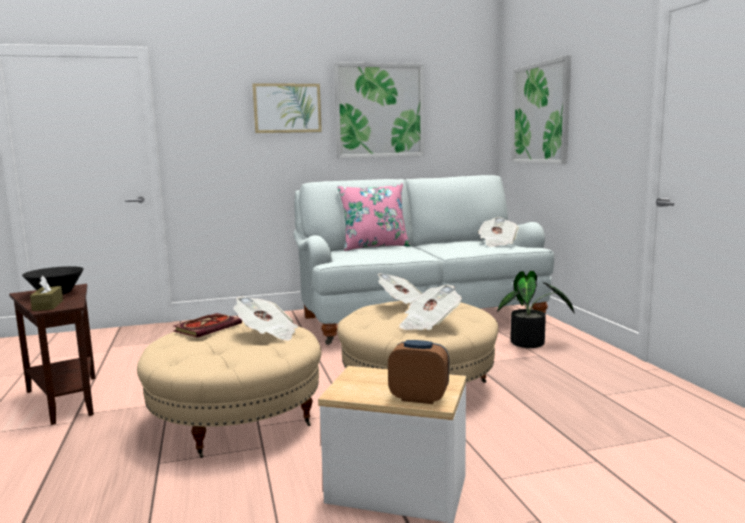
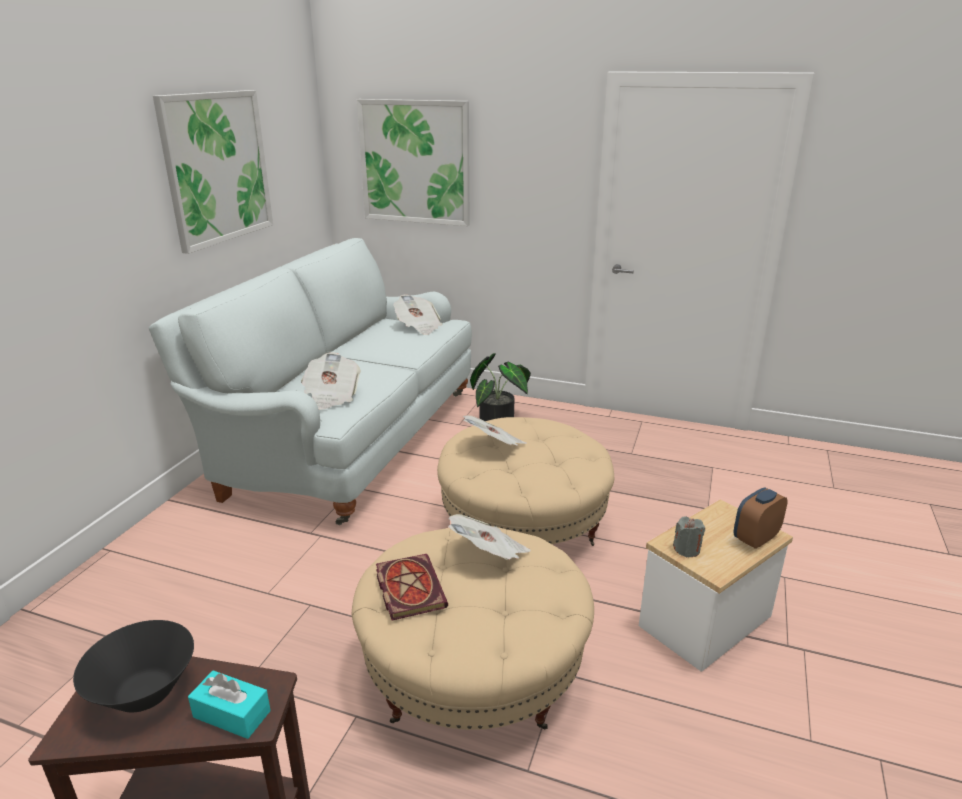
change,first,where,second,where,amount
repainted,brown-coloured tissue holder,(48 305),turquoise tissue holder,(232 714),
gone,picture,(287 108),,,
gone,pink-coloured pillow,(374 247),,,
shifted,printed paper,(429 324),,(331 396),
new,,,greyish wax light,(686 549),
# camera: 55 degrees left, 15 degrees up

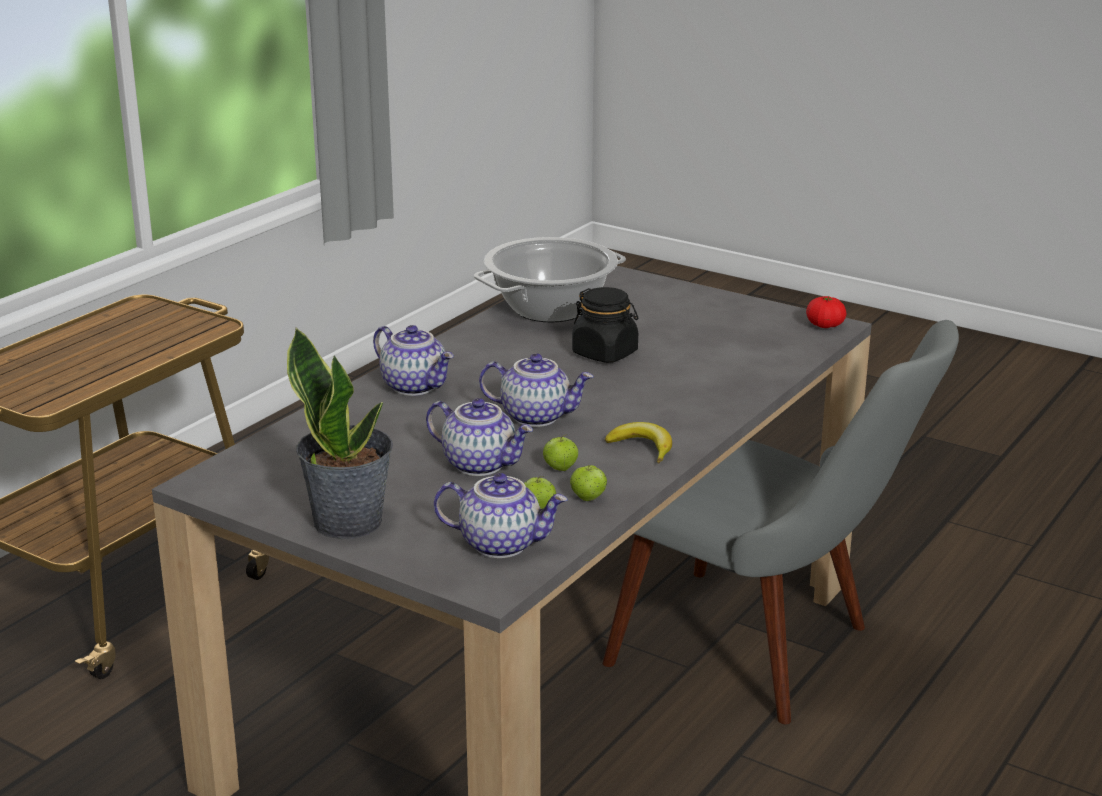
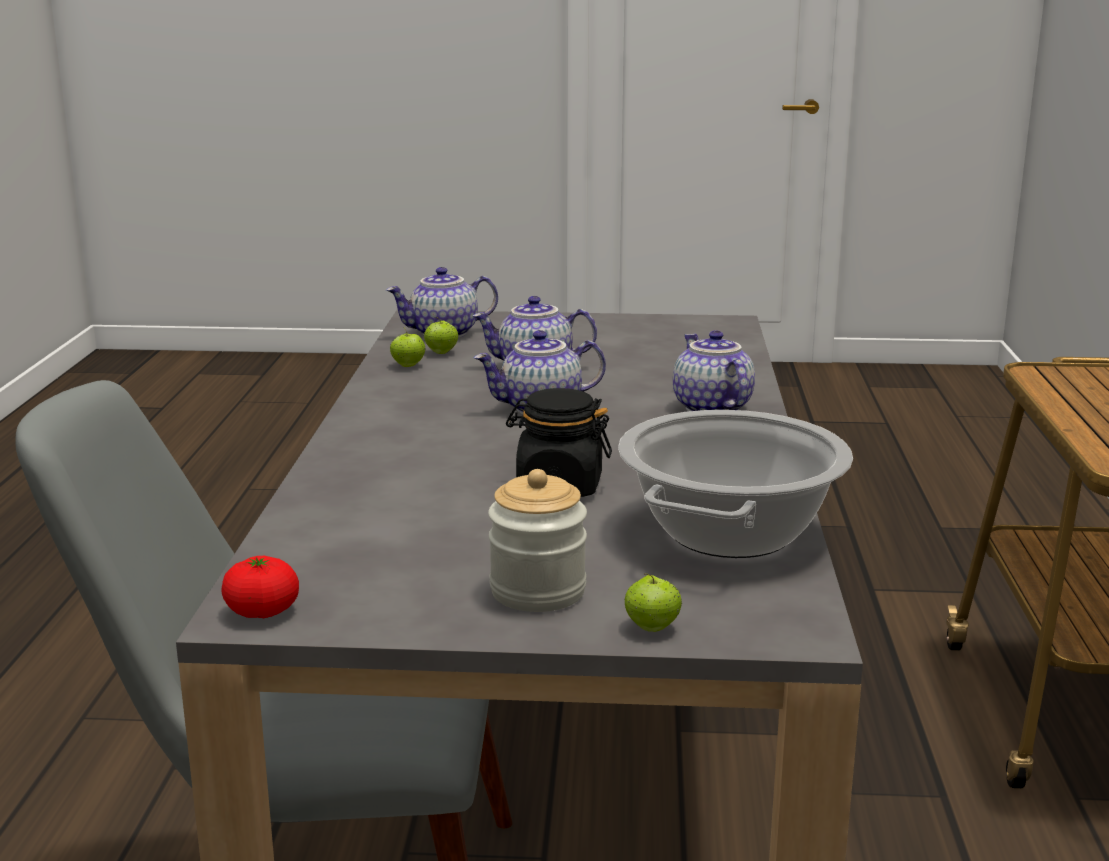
change,first,where,second,where,amount
gone,houseplant,(349 521),,,
rotated,tea pot,(416 386),,(710 408),60 degrees clockwise
shifted,whole apple,(560 468),,(652 628),
gone,banana,(642 448),,,
new,,,storage jar,(538 591),
# camera: 150 degrees right, 5 degrees down

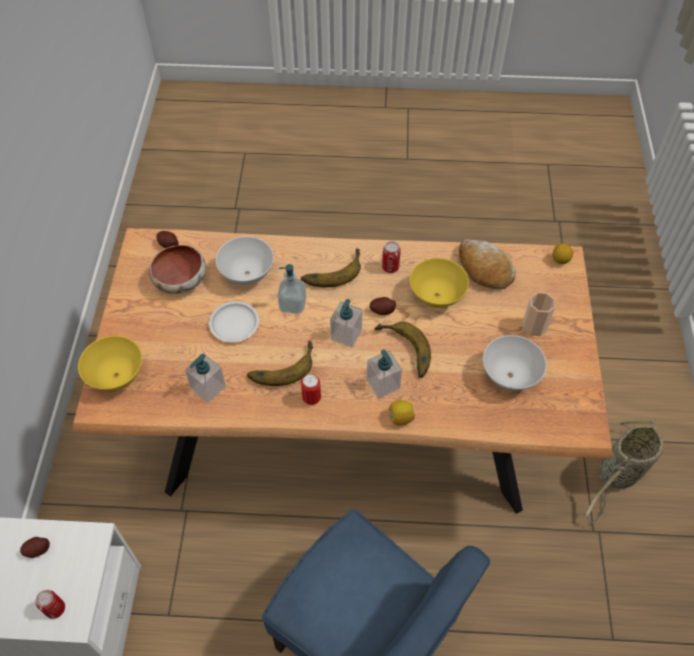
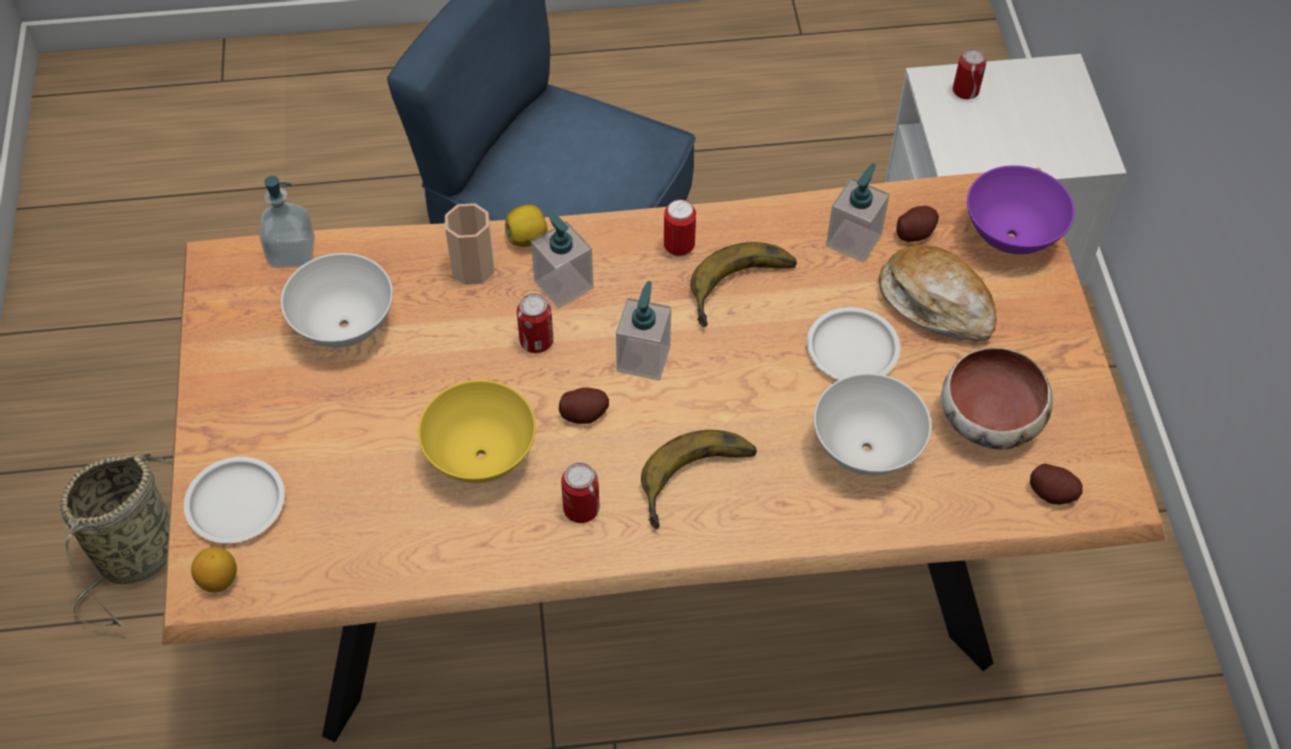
change,first,where,second,where,amount
shifted,potato,(37 550),,(915 232),
repainted,yellow bowl,(116 376),purple bowl,(1012 237),
shifted,liquid soap bottle,(292 304),,(292 253),
swapped,banana,(402 352),can,(536 341),
shifted,bakery bread,(484 269),,(936 303),
shifted,drinking cup,(534 326),,(473 268),
new,,,white plate,(236 505),
# camera: 170 degrees right, 0 degrees up

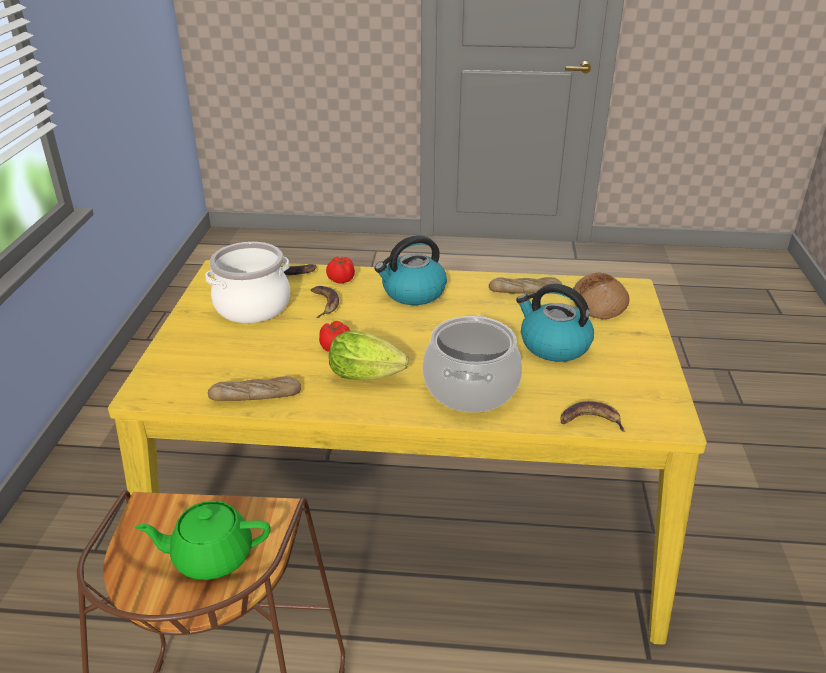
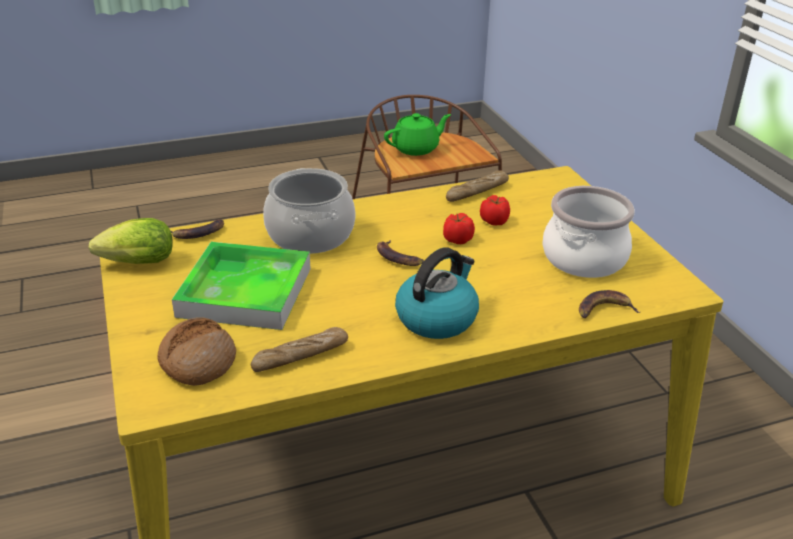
change,first,where,second,where,amount
shifted,banana,(324 303),,(398 257),
shifted,tomato,(340 280),,(495 221),
shifted,head of lettuce,(370 376),,(134 263),
swapped,water kettle,(553 345),serving tray,(245 292),
# camera: 155 degrees right, 0 degrees up

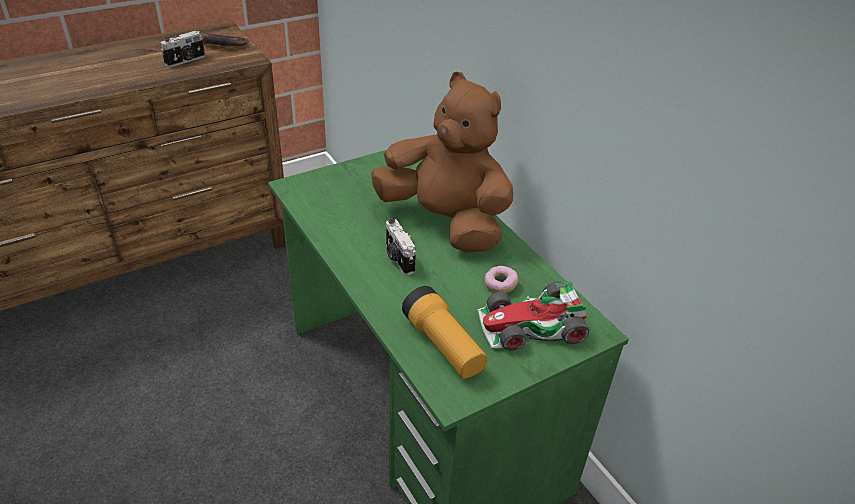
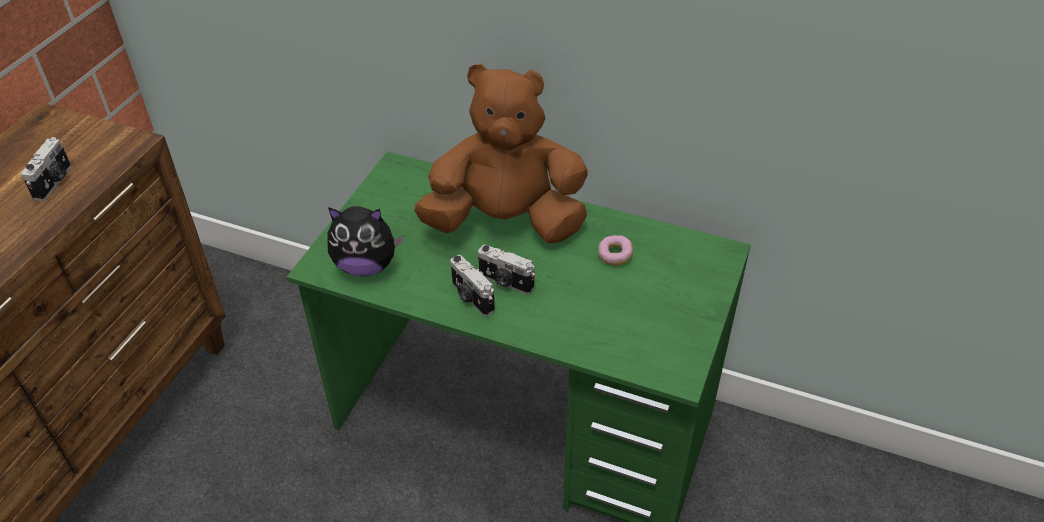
change,first,where,second,where,amount
gone,banana,(221 44),,,
gone,hand torch,(443 345),,,
gone,miniature car,(531 326),,,
new,,,soft toy,(366 266),
new,,,photo camera,(471 298),
# camera: 35 degrees left, 5 degrees up

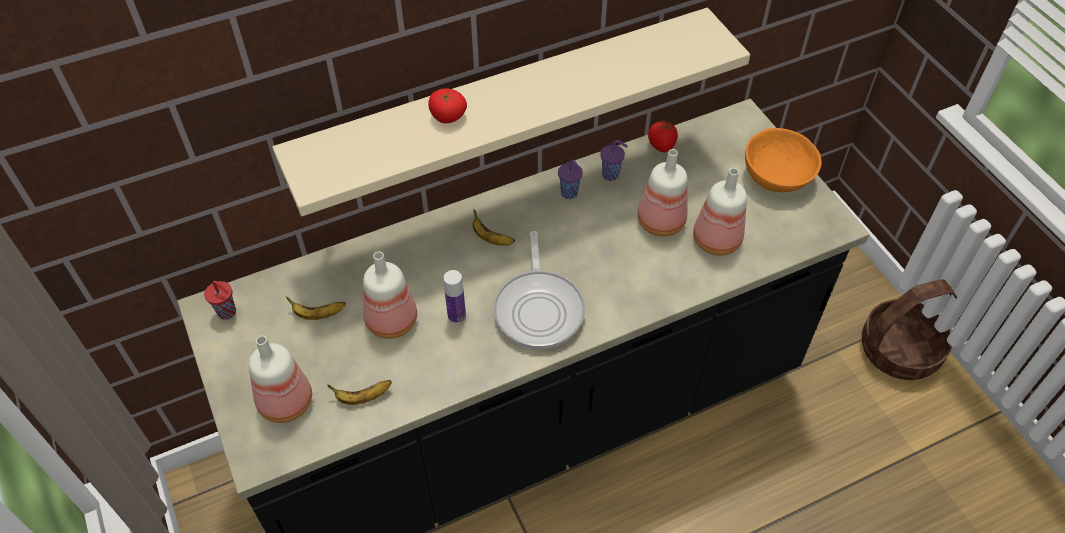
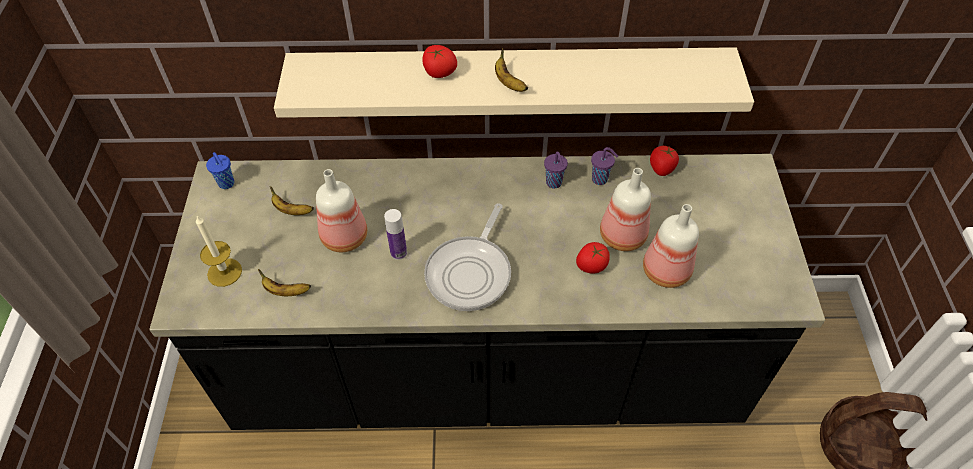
change,first,where,second,where,amount
repainted,red-coloured drinking cup,(228 313),blue drinking cup,(227 184),
swapped,drink bottle,(284 403),wax light,(224 272),
shifted,banana,(490 238),,(508 83),
gone,orange-coloured bowl,(775 176),,,
new,,,tomato,(591 266),
# camera: 25 degrees right, 0 degrees up

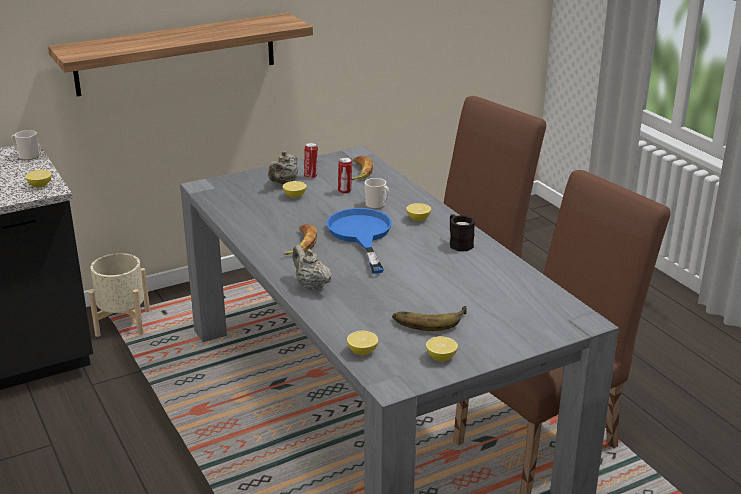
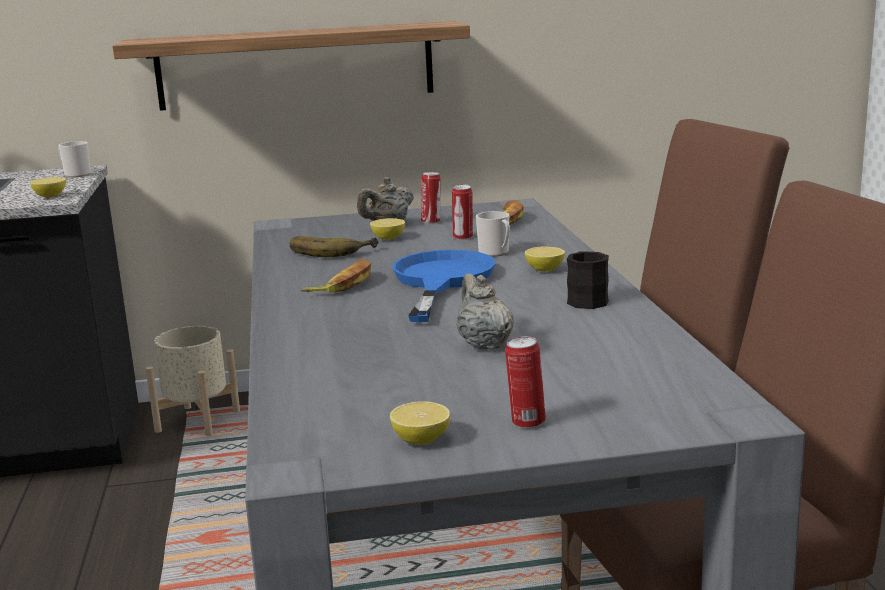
change,first,where,second,where,amount
shifted,beige-coloured tea pot,(311 286),,(484 344),
gone,whole lemon,(362 351),,,
shifted,banana,(429 319),,(331 250),
new,,,can,(526 422),
# camera: 20 degrees right, 10 degrees down

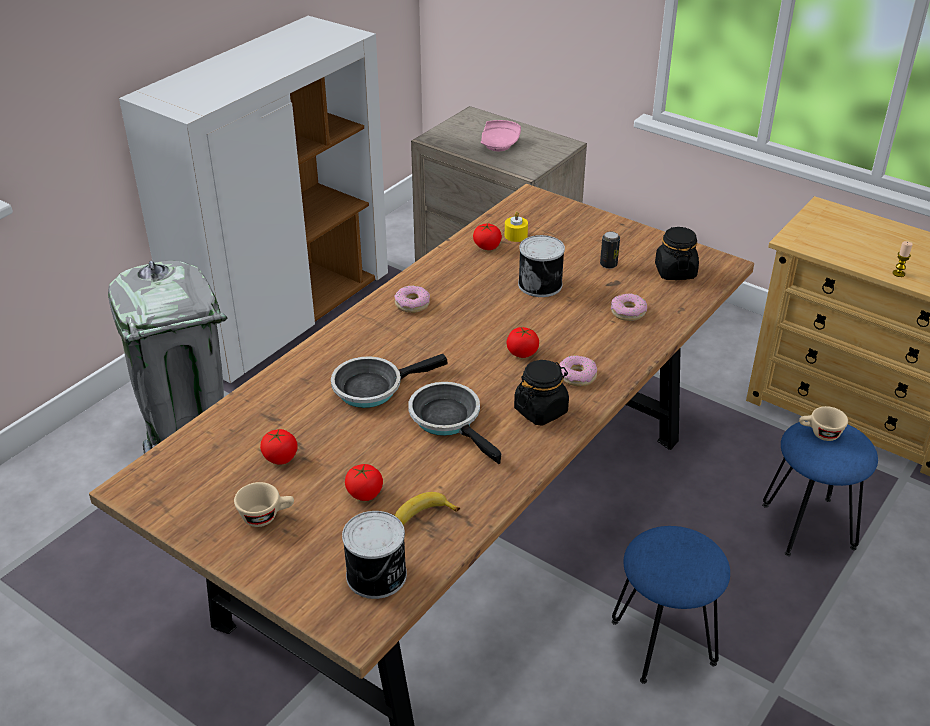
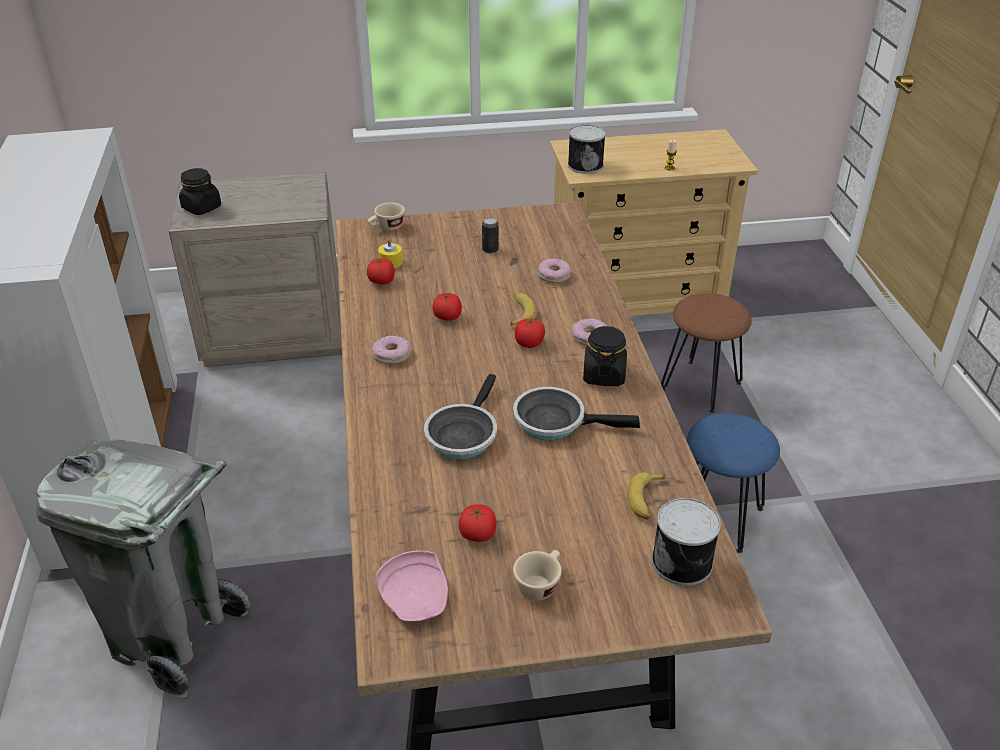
change,first,where,second,where,amount
shifted,tomato,(364 493),,(447 317),
shifted,pink-coloured plate,(500 144),,(416 598),
shifted,can,(541 284),,(585 165),
shifted,black-coloured storage jar,(675 271),,(201 207),
repainted,blue stool,(808 526),brown-coloured stool,(701 386),
shifted,beige-coloured drinking cup,(820 434),,(387 228),
new,,,banana,(520 313),
# camera: 45 degrees left, 0 degrees up

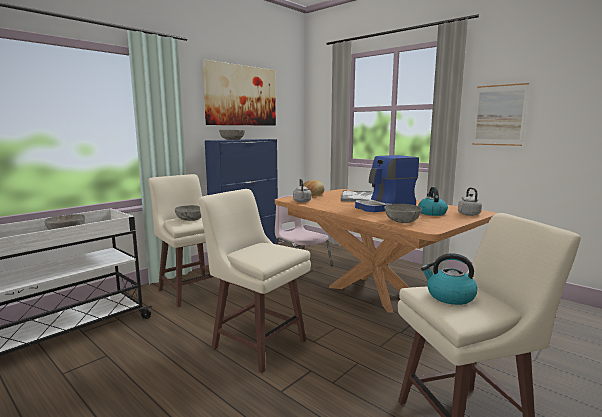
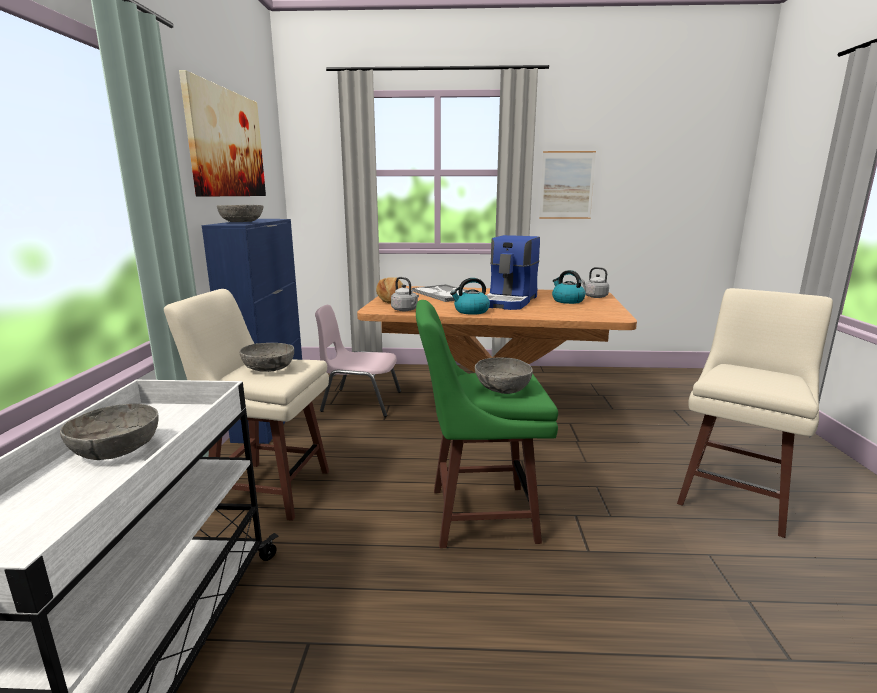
change,first,where,second,where,amount
repainted,beige-coloured stool,(257 343),green-coloured stool,(478 514),
shifted,greyish bowl,(402 221),,(502 388),
shifted,water kettle,(449 296),,(471 311),
# camera: 40 degrees left, 5 degrees up

